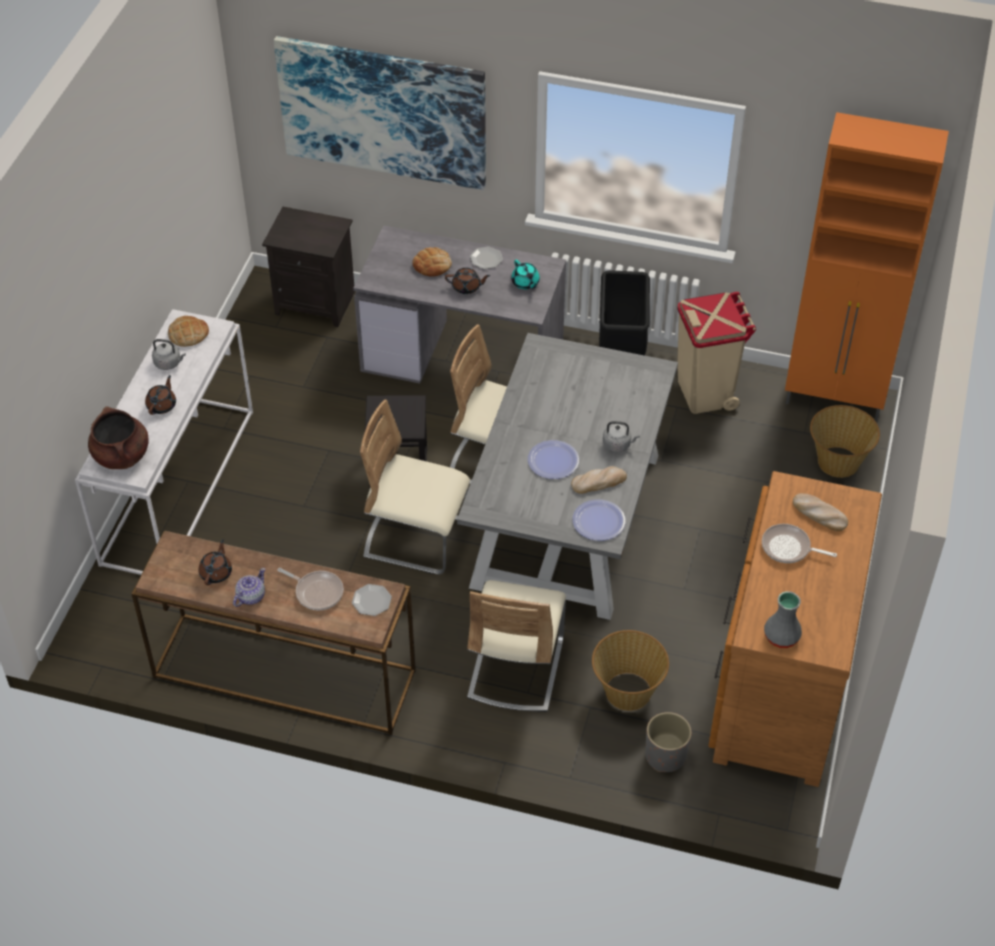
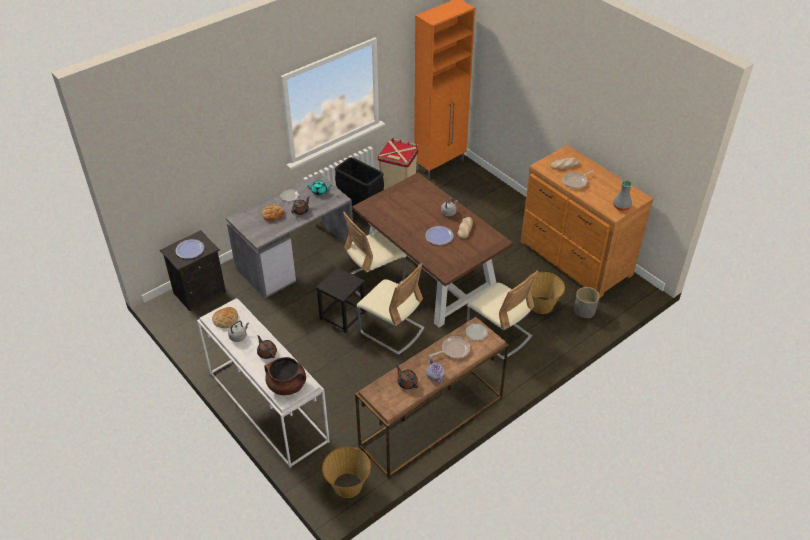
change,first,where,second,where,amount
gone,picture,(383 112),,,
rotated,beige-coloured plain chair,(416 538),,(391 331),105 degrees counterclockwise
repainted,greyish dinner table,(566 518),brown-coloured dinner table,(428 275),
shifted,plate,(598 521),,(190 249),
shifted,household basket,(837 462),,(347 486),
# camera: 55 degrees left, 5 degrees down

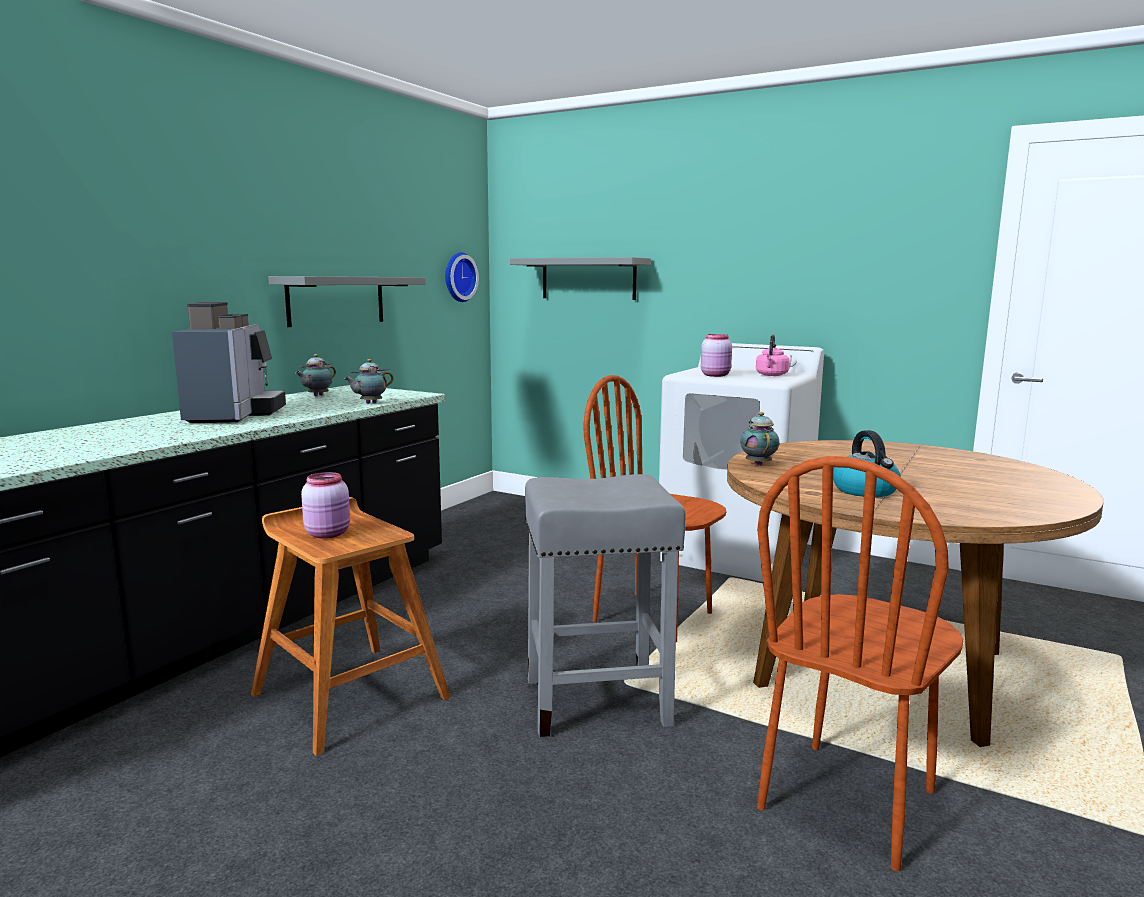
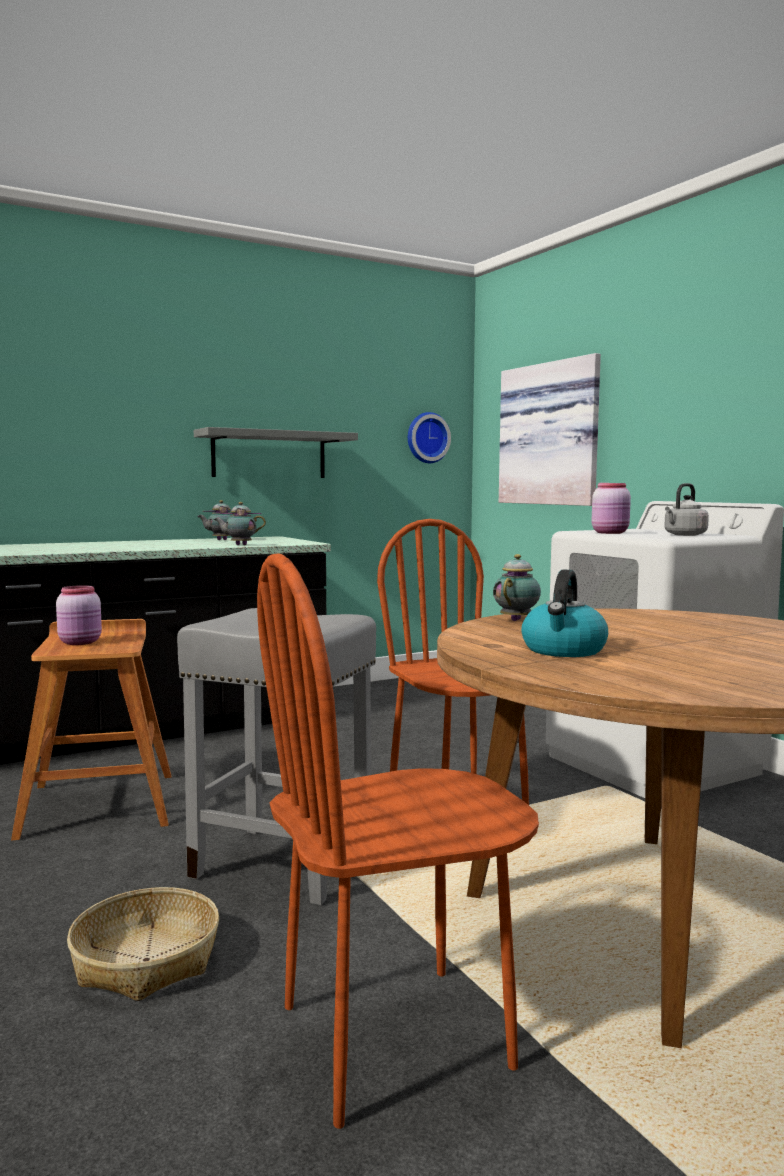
change,first,where,second,where,amount
gone,coffee maker,(234 414),,,
swapped,greyish wall shelf,(588 279),picture,(551 434),
repainted,pink-coloured water kettle,(771 375),greyish water kettle,(684 535),
new,,,household basket,(147 960),
# camera: 30 degrees right, 5 degrees down

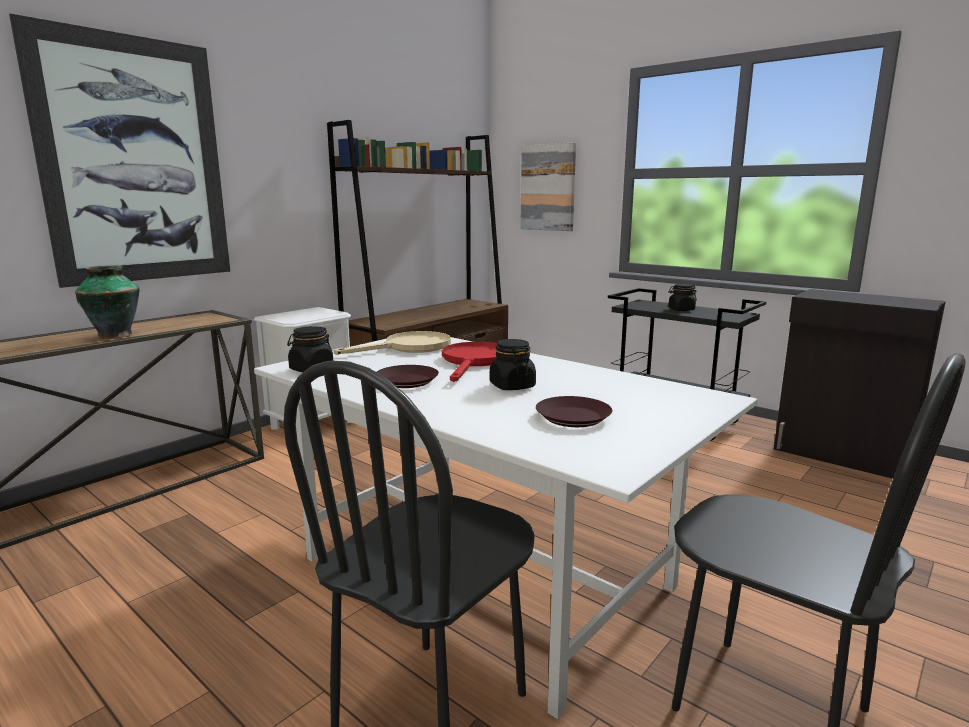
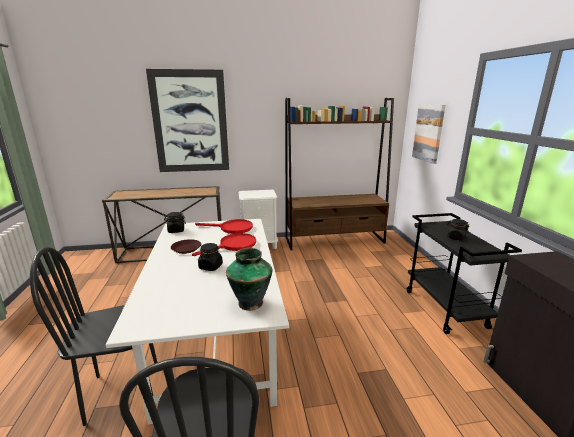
change,first,where,second,where,amount
shifted,flower vase,(113 335),,(250 302),
repainted,beige-coloured frying pan,(409 347),red-coloured frying pan,(231 228),
gone,brown-coloured plate,(572 417),,,
# camera: 40 degrees right, 5 degrees up

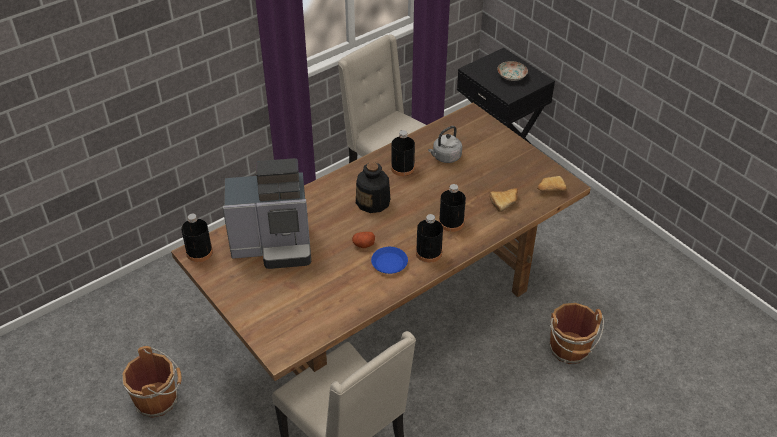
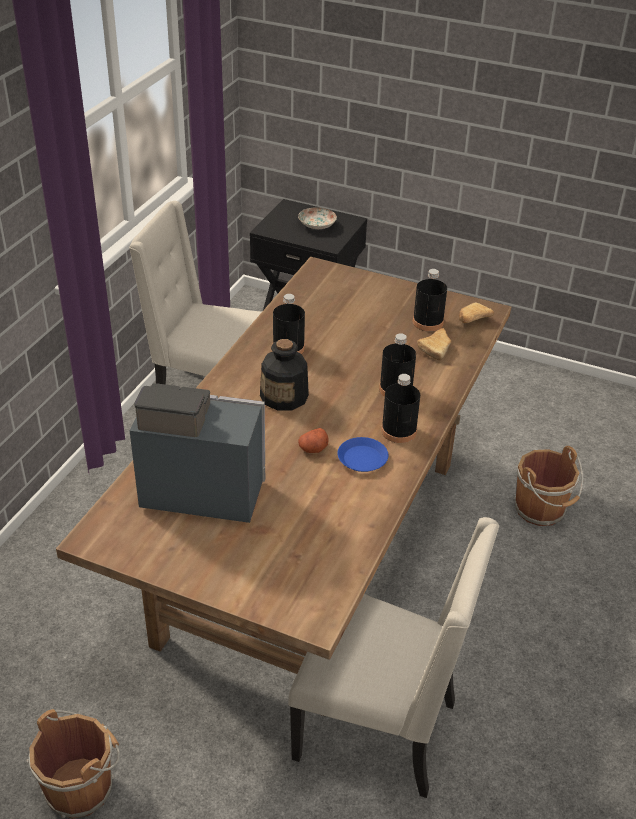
change,first,where,second,where,amount
shifted,black-coloured drink bottle,(199 252),,(428 322),
rotated,coffee maker,(274 245),,(199 489),135 degrees counterclockwise
gone,greyish water kettle,(445 157),,,
# camera: 30 degrees left, 5 degrees down

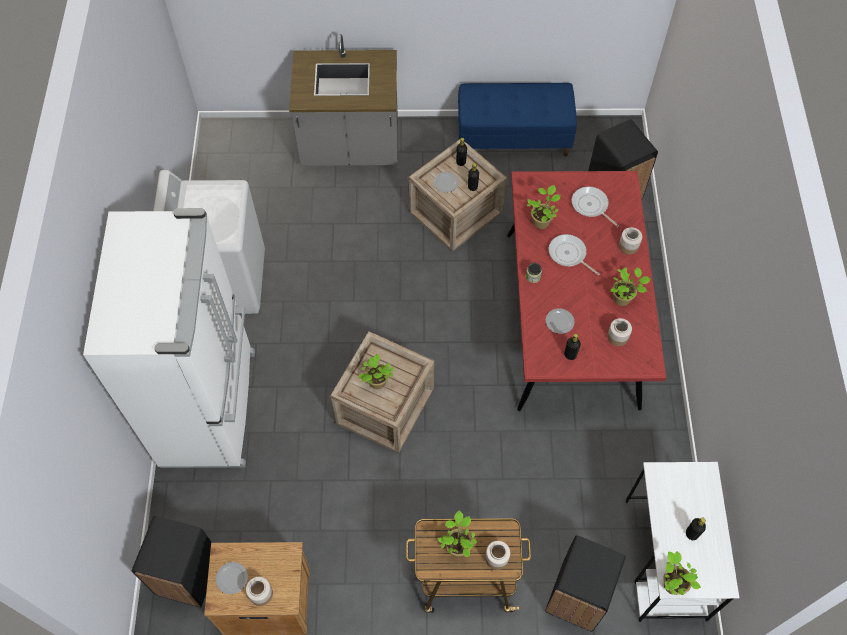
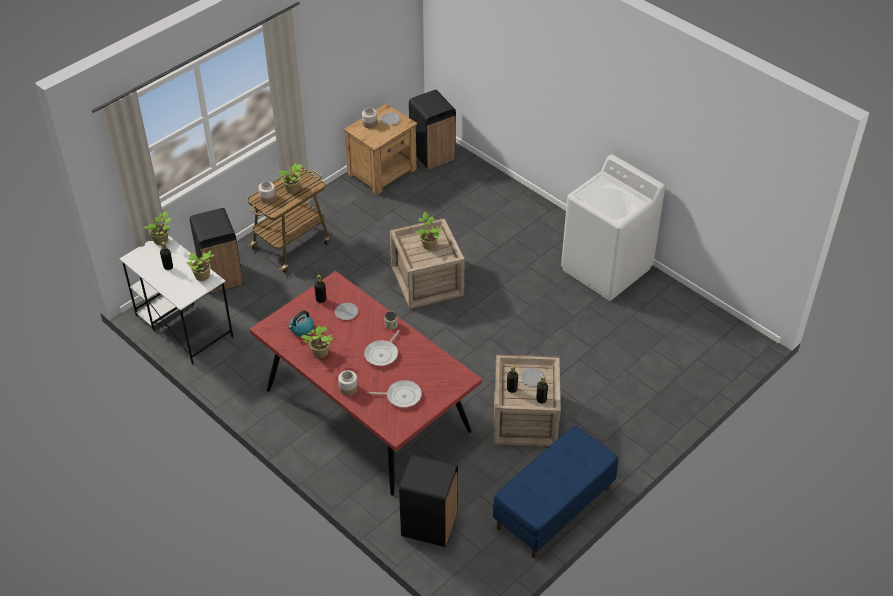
change,first,where,second,where,amount
gone,white refrigerator,(212 407),,,
gone,greyish counter,(350 148),,,
shifted,houseplant,(541 221),,(202 277),
rotated,frying pan,(569 254),,(382 354),120 degrees clockwise
swapped,storage jar,(617 336),water kettle,(301 329),
# camera: 135 degrees right, 15 degrees down

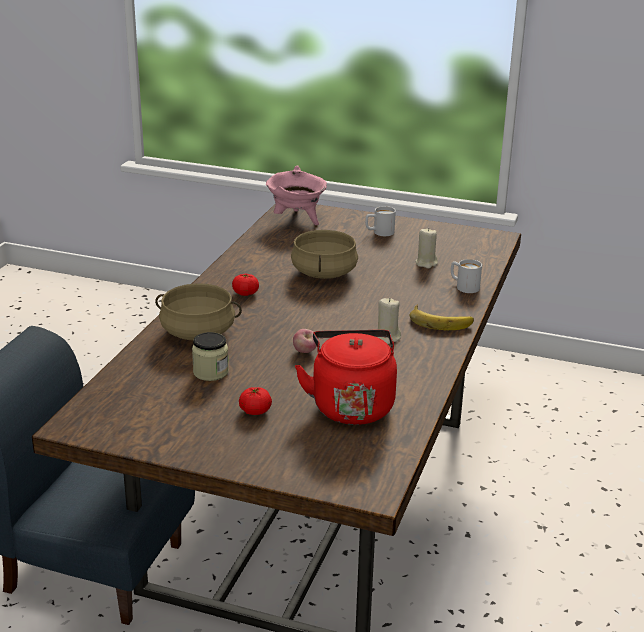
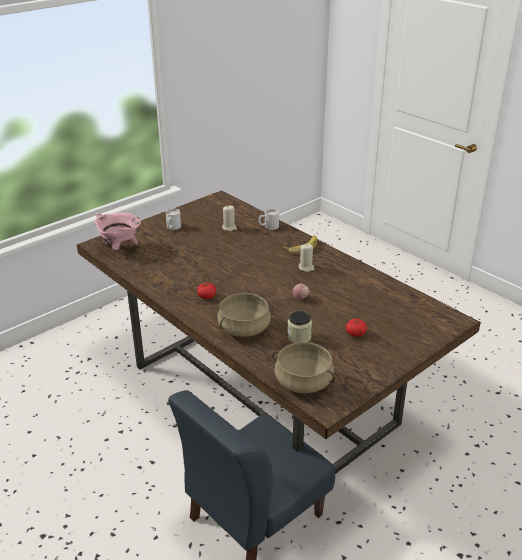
change,first,where,second,where,amount
shifted,beige-coloured cooking pot,(323 273),,(303 382),
gone,red-coloured water kettle,(351 405),,,
# camera: 60 degrees left, 5 degrees up

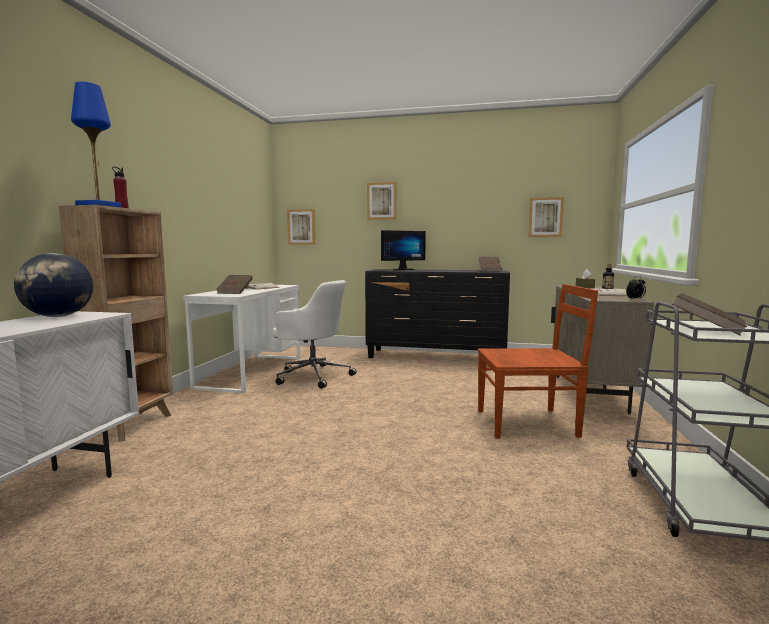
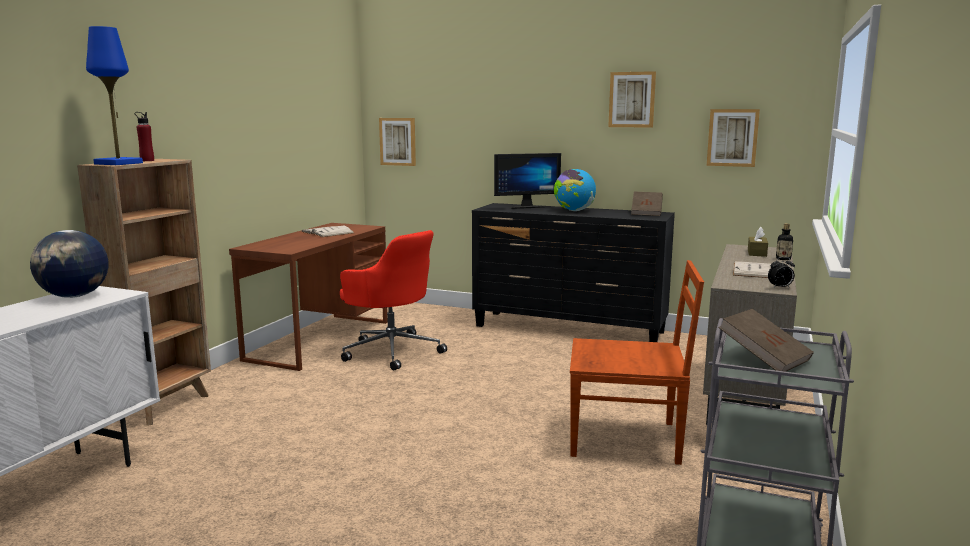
change,first,where,second,where,amount
repainted,white desk table,(252 372),brown-coloured desk table,(320 340),
gone,brown-coloured bound book,(235 292),,,
repainted,white office chair,(313 376),red-coloured office chair,(391 351),
shifted,picture,(381 201),,(632 99),
new,,,world globe,(574 210),
# camera: 10 degrees right, 5 degrees up

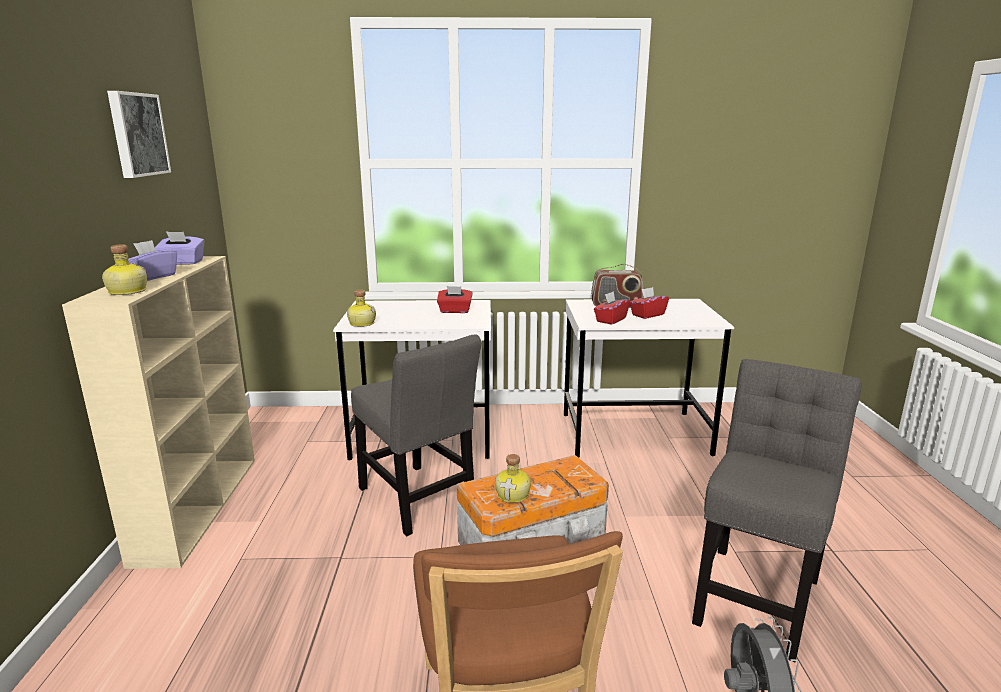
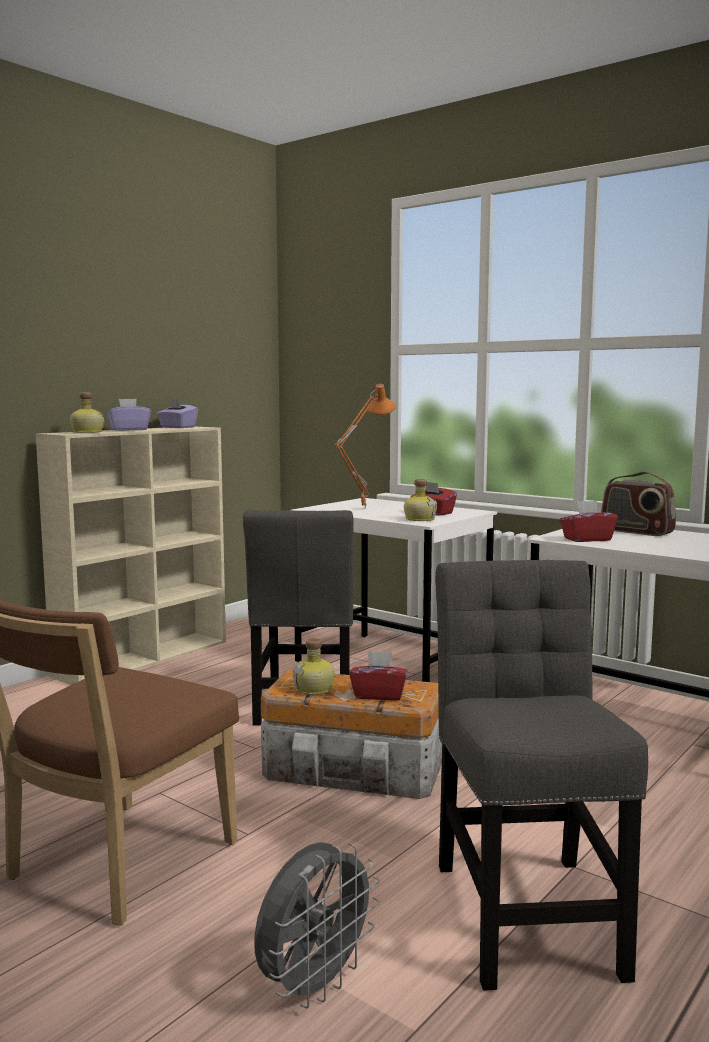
change,first,where,second,where,amount
gone,picture,(137 134),,,
shifted,drink bottle,(361 323),,(420 519),
shifted,red-coloured tissue holder,(647 315),,(378 695),
rotated,greyish plain chair,(757 594),,(525 909),75 degrees counterclockwise
new,,,orange-coloured table lamp,(362 508),
# camera: 40 degrees right, 10 degrees down

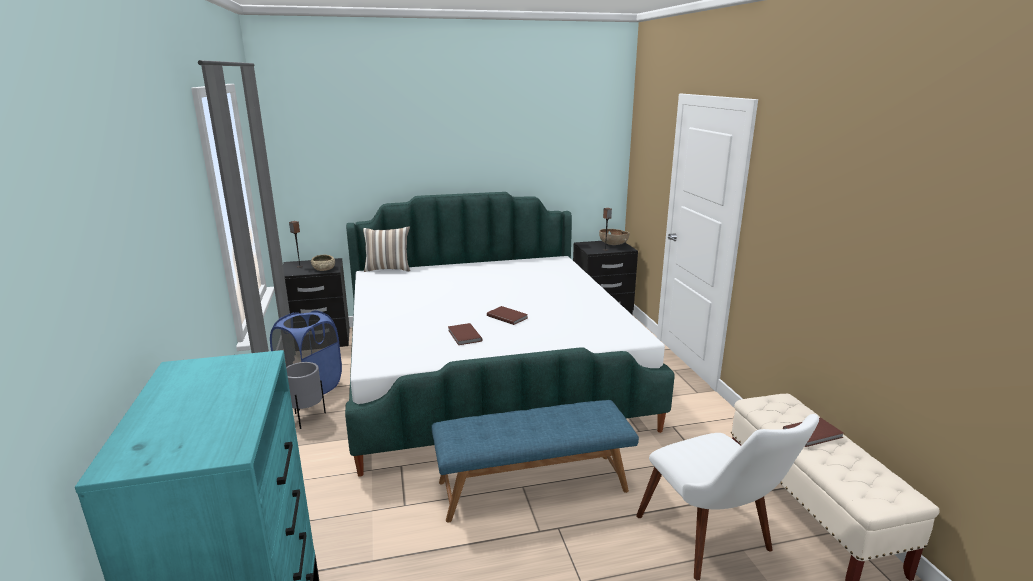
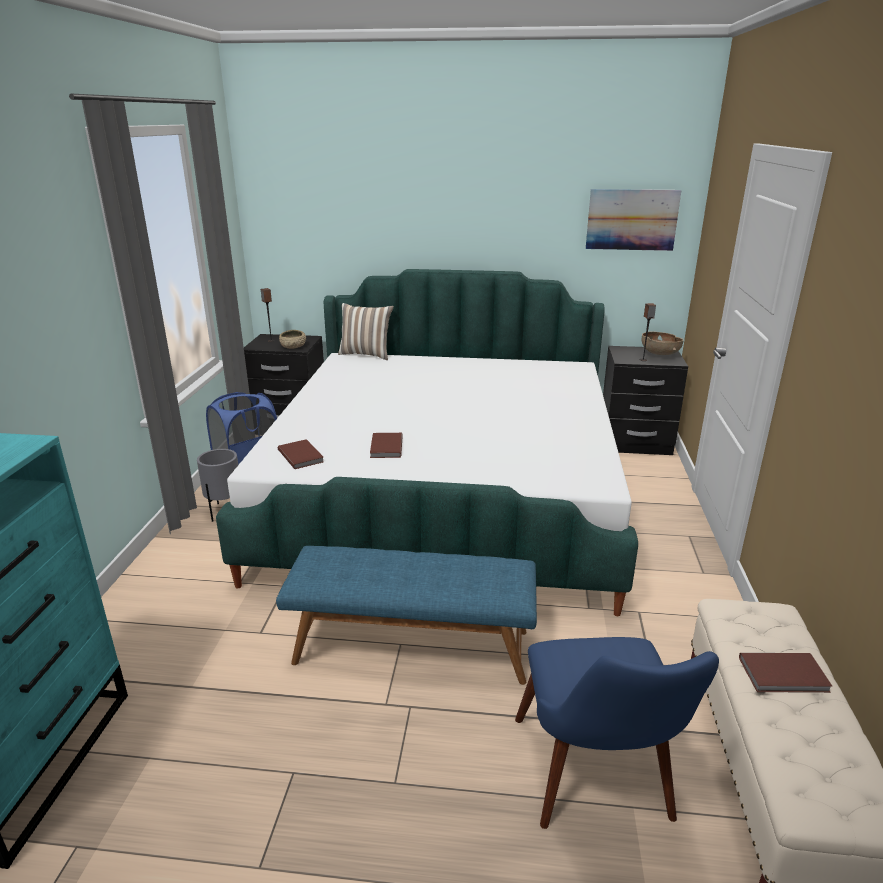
change,first,where,second,where,amount
shifted,brown-coloured bound book,(507 316),,(301 455),
repainted,white plain chair,(715 543),blue plain chair,(598 785),
new,,,picture,(632 219),
# camera: 20 degrees right, 5 degrees up

